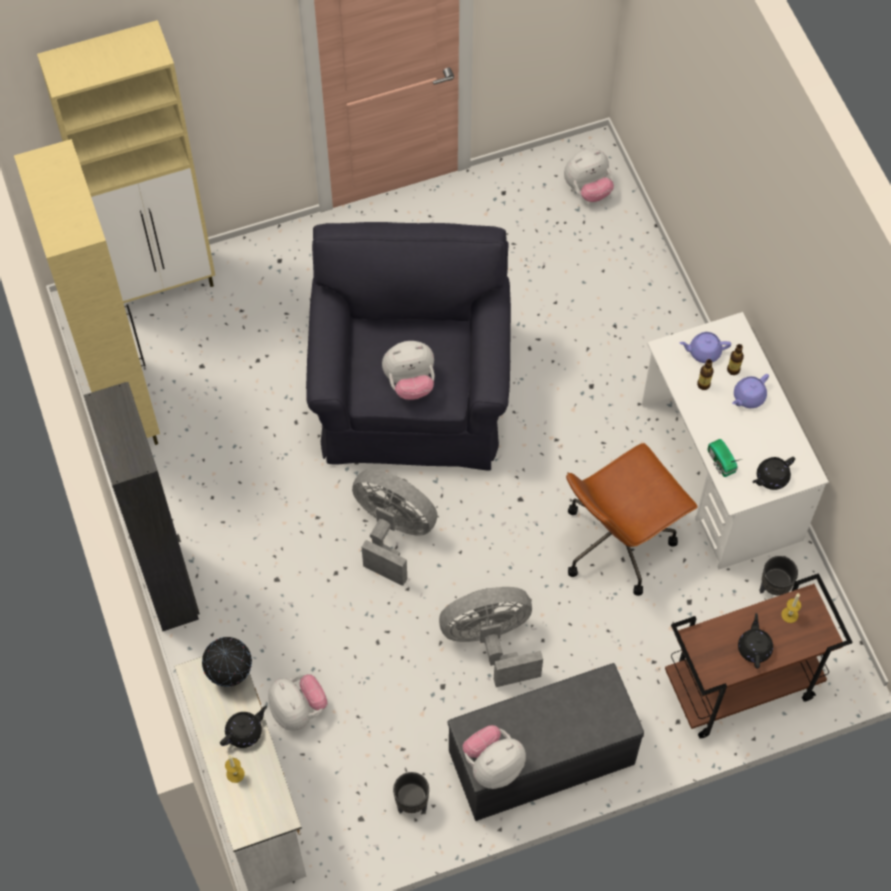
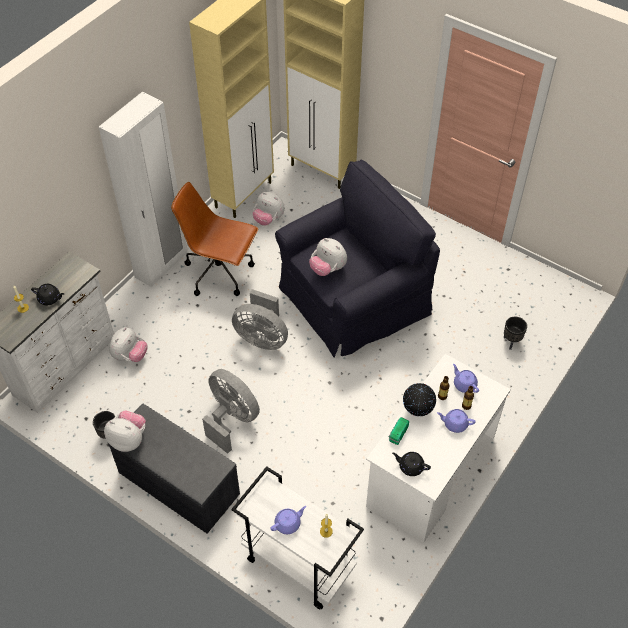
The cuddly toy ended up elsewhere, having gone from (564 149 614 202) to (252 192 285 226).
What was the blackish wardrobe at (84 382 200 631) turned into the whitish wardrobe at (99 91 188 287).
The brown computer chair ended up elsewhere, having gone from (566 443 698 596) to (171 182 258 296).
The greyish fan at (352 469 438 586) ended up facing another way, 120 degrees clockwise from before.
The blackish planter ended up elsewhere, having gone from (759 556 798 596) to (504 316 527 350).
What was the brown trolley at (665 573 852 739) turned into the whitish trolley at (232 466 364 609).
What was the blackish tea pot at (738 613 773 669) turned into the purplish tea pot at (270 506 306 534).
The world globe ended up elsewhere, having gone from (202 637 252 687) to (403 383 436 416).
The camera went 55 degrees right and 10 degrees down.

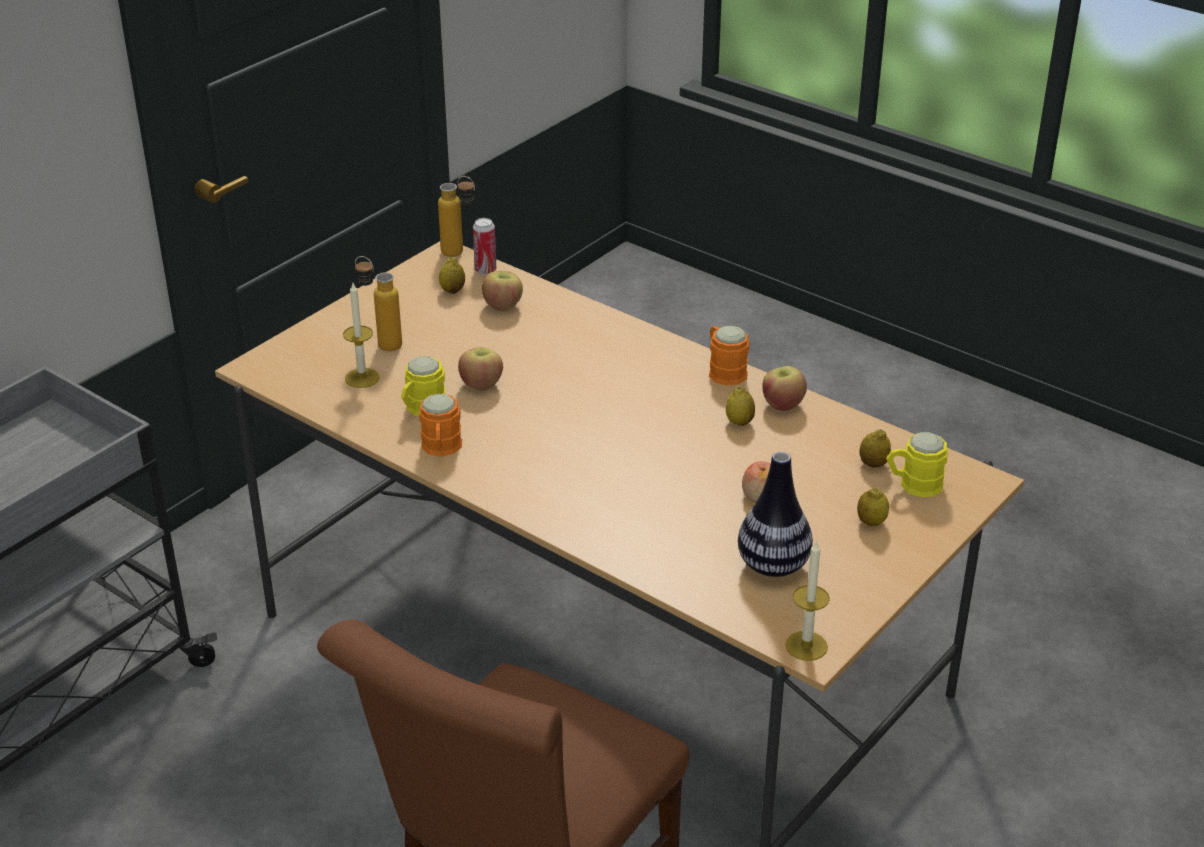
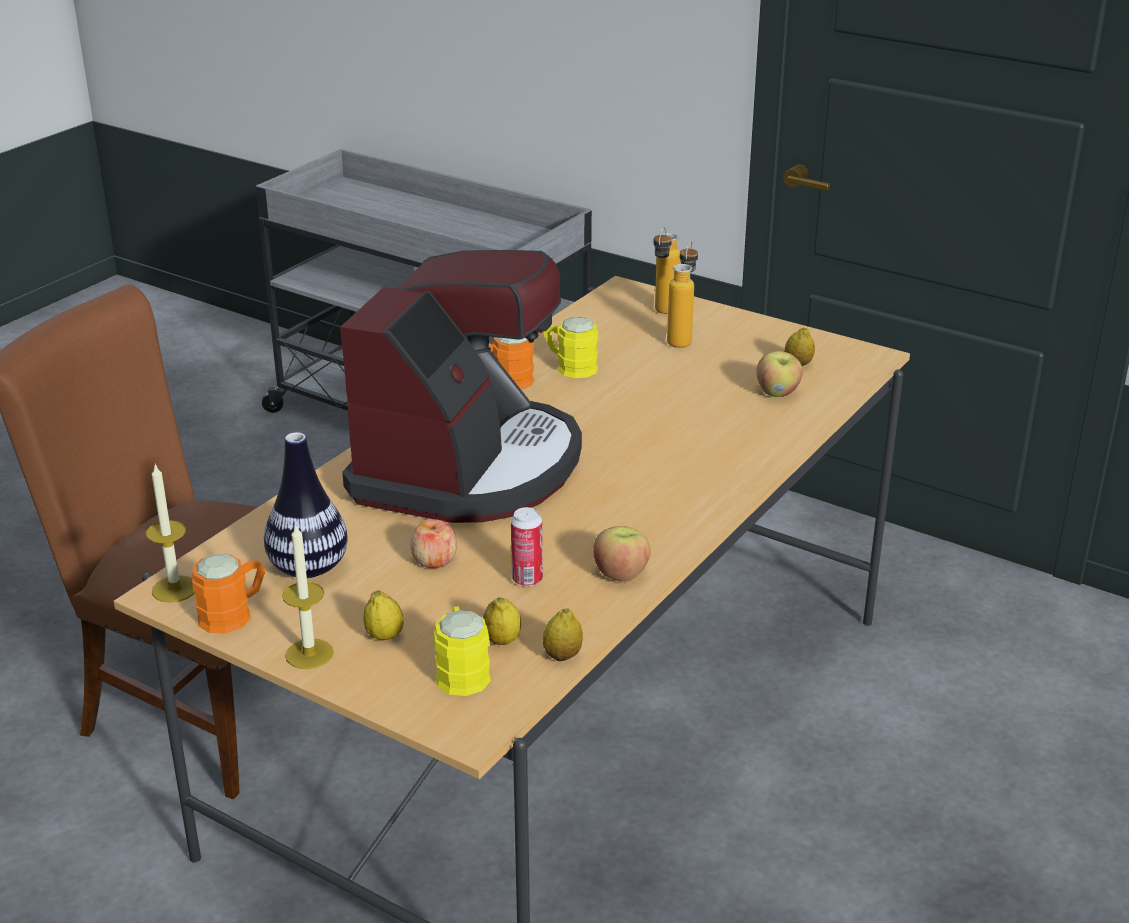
The bottle ended up elsewhere, having gone from (438 176 475 257) to (653 227 681 314).
The can ended up elsewhere, having gone from (473 218 496 274) to (511 507 543 586).
The wax light ended up elsewhere, having gone from (343 283 380 388) to (282 523 334 669).
The orangey tea mug ended up elsewhere, having gone from (709 326 749 386) to (192 554 266 634).
The second view lost the apple fruit at (458 347 503 390).
The lemon ended up elsewhere, having gone from (726 386 755 426) to (543 608 583 661).
The second view gained the coffee brewer at (340 250 582 523).
The camera went 85 degrees right and 5 degrees down.

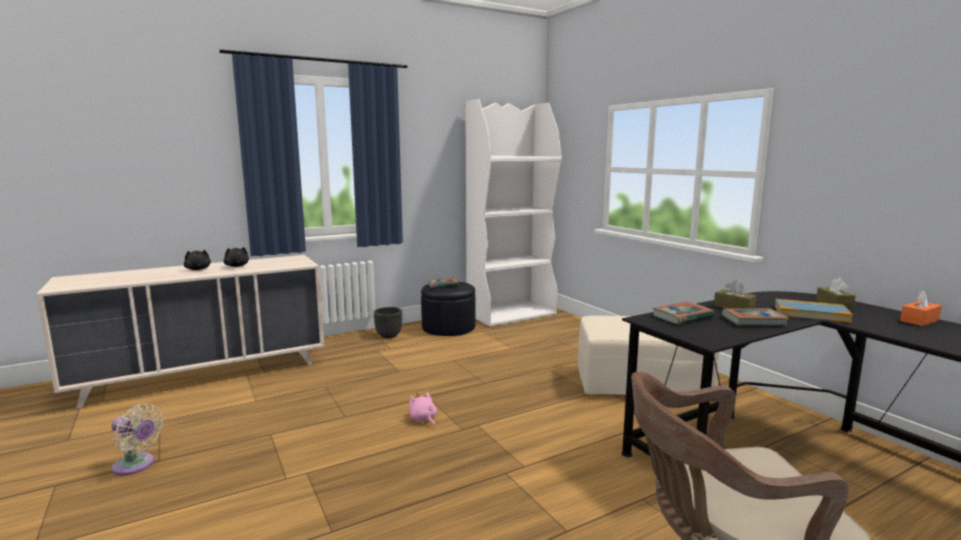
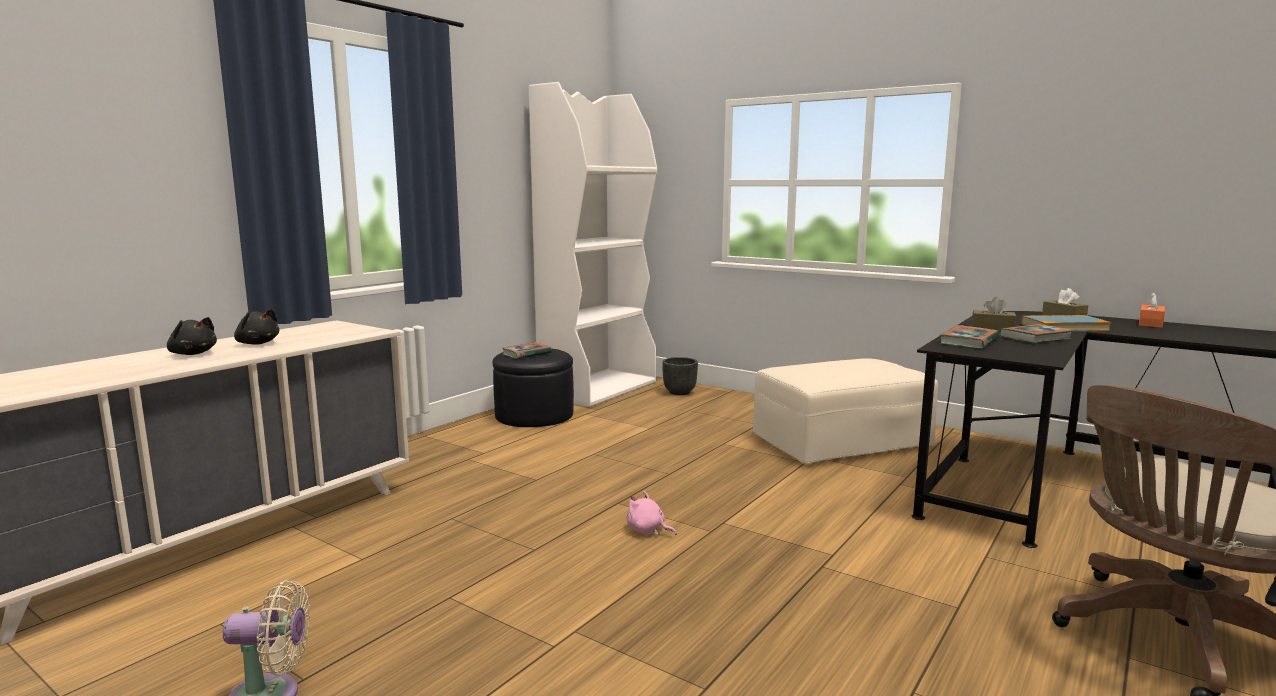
The blackish planter ended up elsewhere, having gone from (374 307 402 338) to (662 357 698 395).
The camera went 25 degrees left and 0 degrees up.

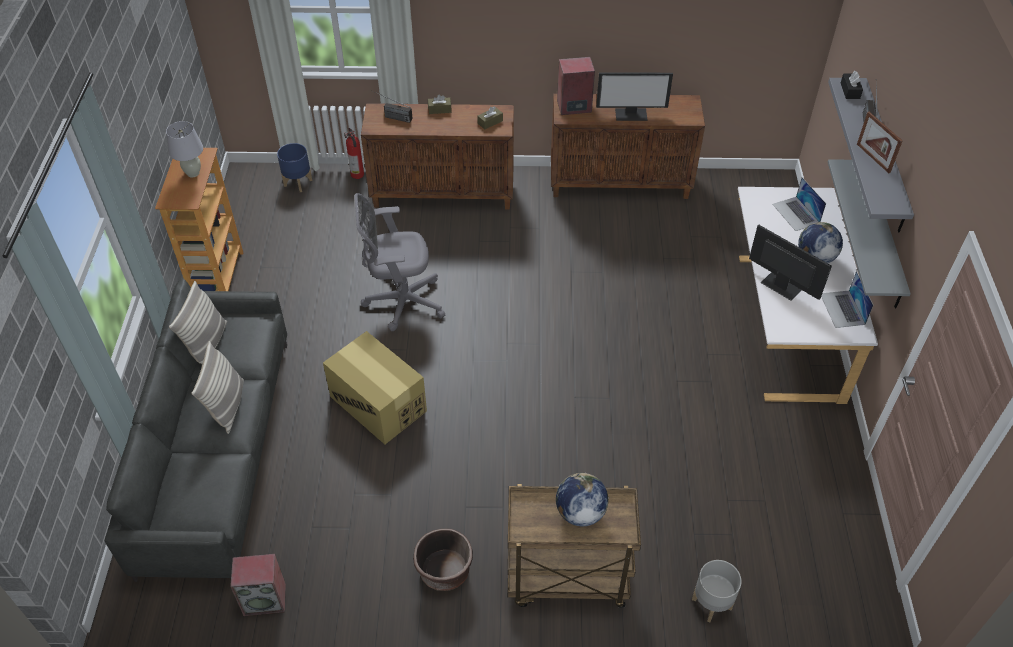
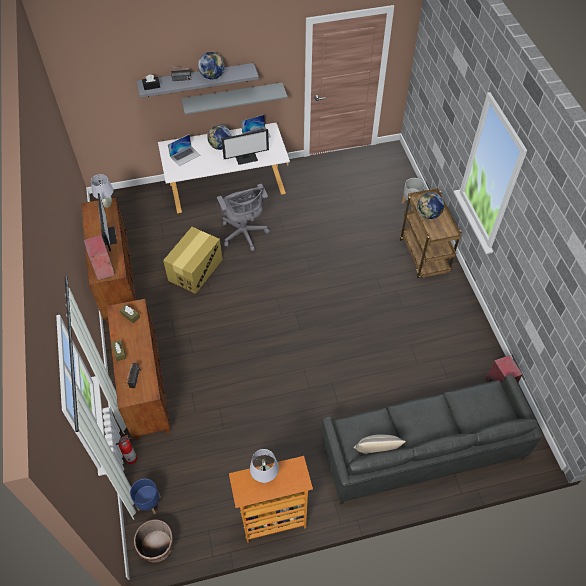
Where the standing frame stood at (857 112 902 173), the world globe came to stand at (198 52 225 79).
The greyish computer chair ended up elsewhere, having gone from (355 193 445 331) to (217 184 270 252).
The computer screen at (749 225 832 301) ended up facing another way, 135 degrees counterclockwise from before.
The carton ended up elsewhere, having gone from (323 331 427 444) to (163 227 223 294).
The second view lost the pillow at (191 341 244 434).
The brown planter ended up elsewhere, having gone from (413 529 473 591) to (134 519 173 563).
The second view gained the whitish lamp for a table at (91 174 114 207).
The camera went 105 degrees left and 5 degrees up.

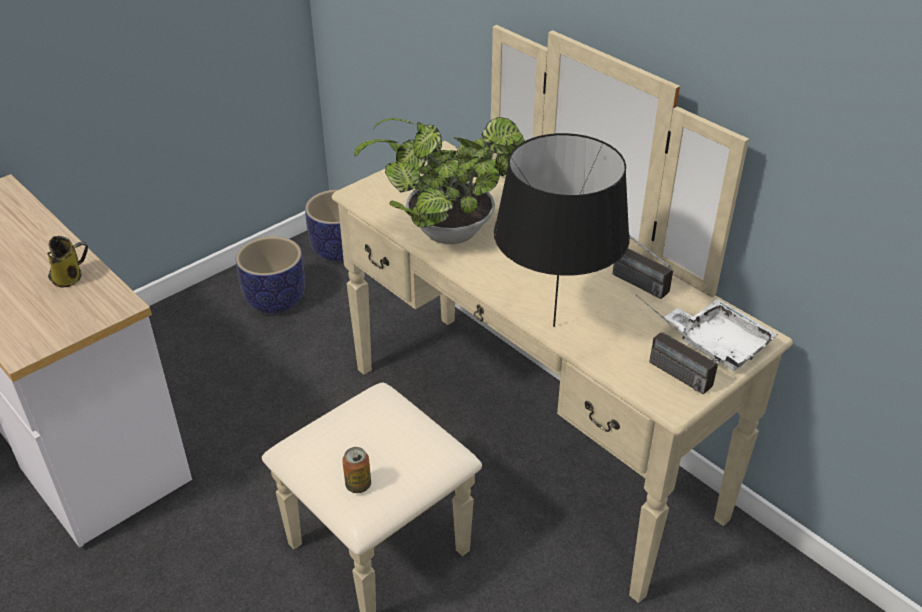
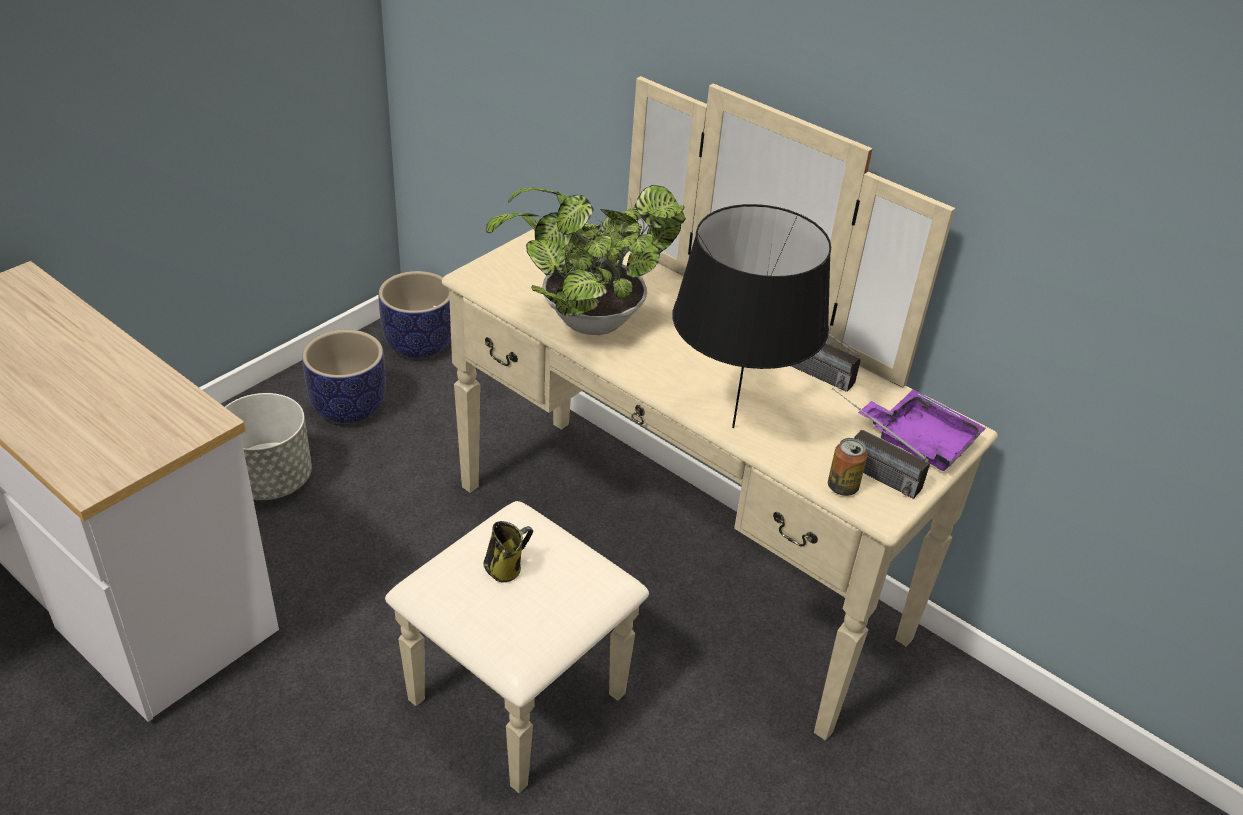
The tea mug ended up elsewhere, having gone from (47 236 88 288) to (484 521 533 583).
What was the whitish serving tray at (664 299 778 371) turned into the purplish serving tray at (858 389 986 471).
The can ended up elsewhere, having gone from (342 447 371 493) to (828 438 867 496).
The second view gained the greyish planter at (225 393 312 500).
The camera went 10 degrees left and 0 degrees up.

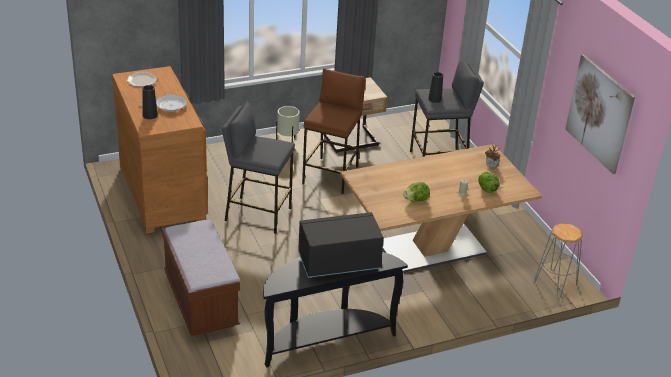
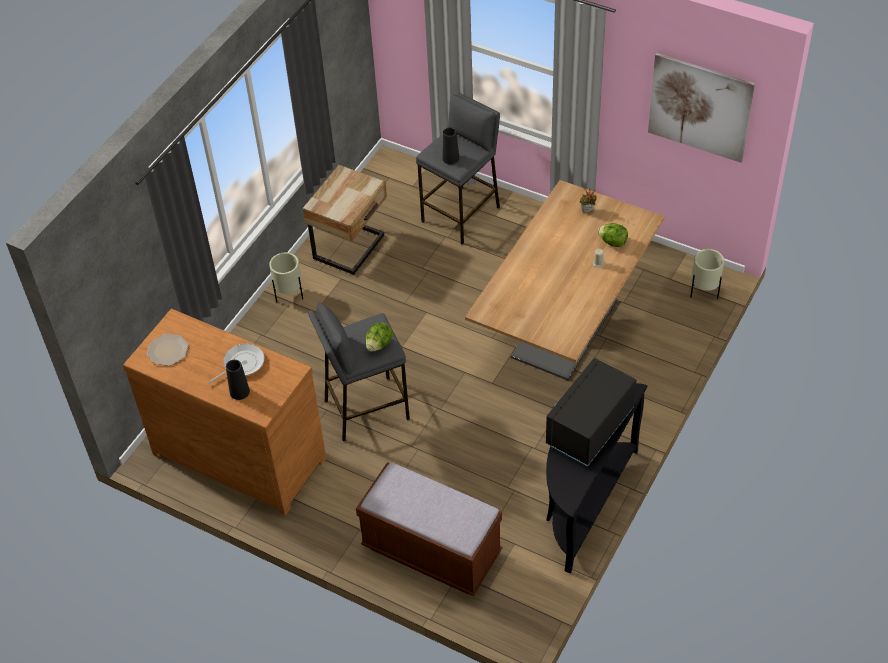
The second view lost the brown sitting stool at (302 68 366 194).
The lettuce head ended up elsewhere, having gone from (403 182 430 202) to (366 322 393 352).
Where the greyish sitting stool stood at (533 224 583 299), the beige-coloured planter came to stand at (690 249 724 299).
The camera went 35 degrees left and 15 degrees up.

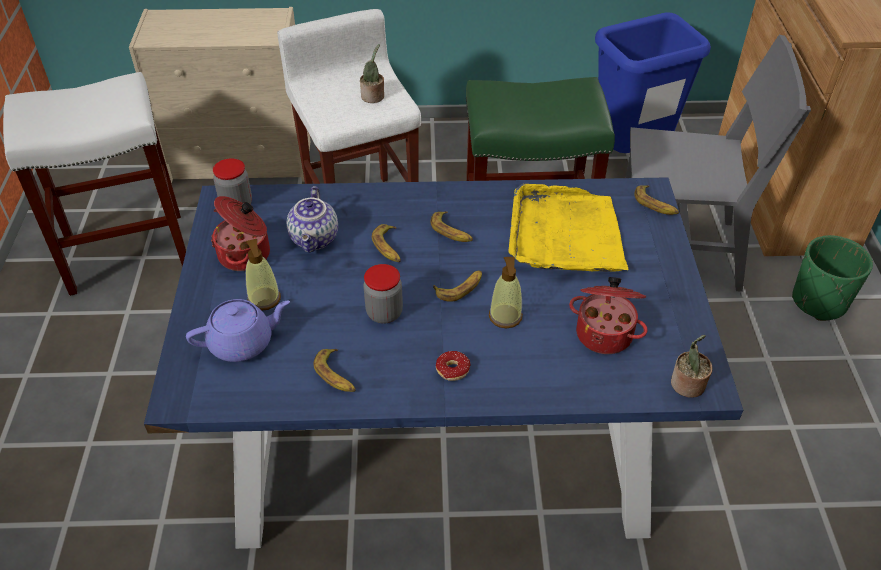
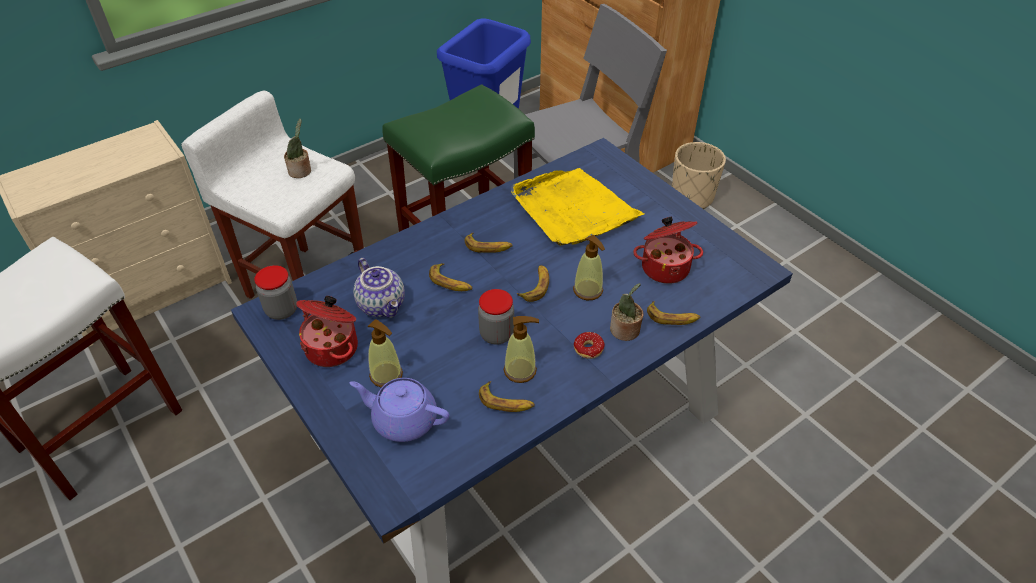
The whole banana ended up elsewhere, having gone from (634 185 679 215) to (647 301 700 325).
What was the greenish planter at (792 235 873 321) turned into the beige-coloured planter at (672 142 726 209).
The purplish tea pot at (186 299 290 362) ended up facing another way, 105 degrees counterclockwise from before.
The houseplant ended up elsewhere, having gone from (671 335 713 398) to (610 283 643 341).
The second view gained the liquid soap bottle at (504 316 539 383).
The camera went 35 degrees left and 0 degrees up.

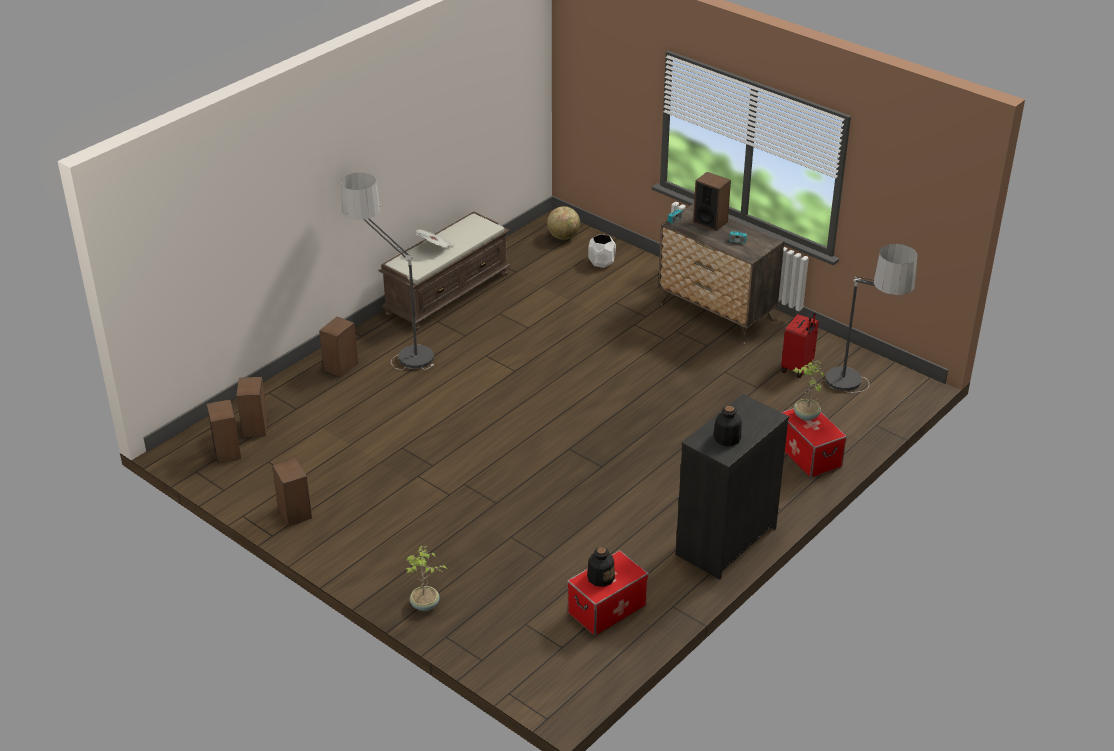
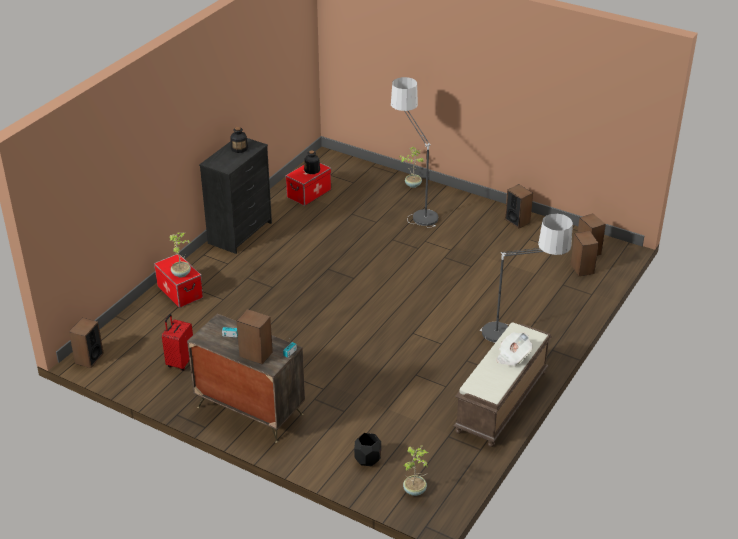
Where the world globe stood at (547 206 580 240), the houseplant came to stand at (403 446 428 496).
What was the whitish planter at (588 234 616 268) turned into the blackish planter at (354 433 381 466).
The floor lamp ended up elsewhere, having gone from (825 244 918 393) to (391 77 438 228).
The speaker ended up elsewhere, having gone from (319 317 358 377) to (69 318 104 368).
The camera went 170 degrees right and 0 degrees up.

